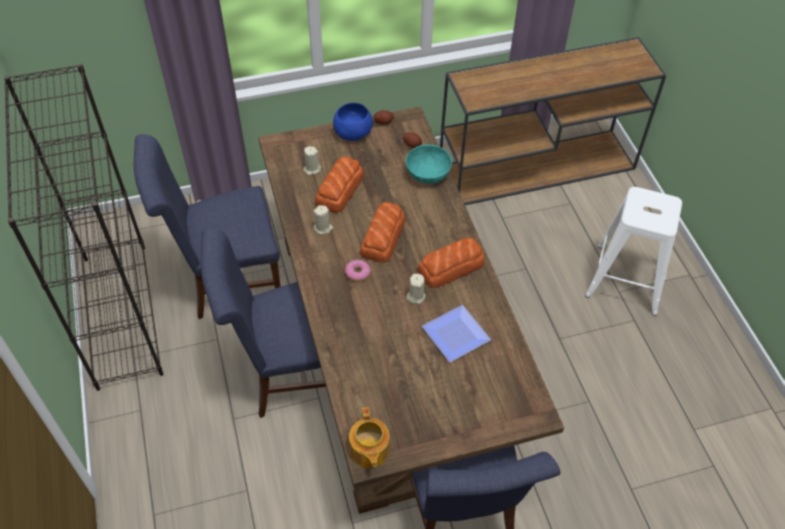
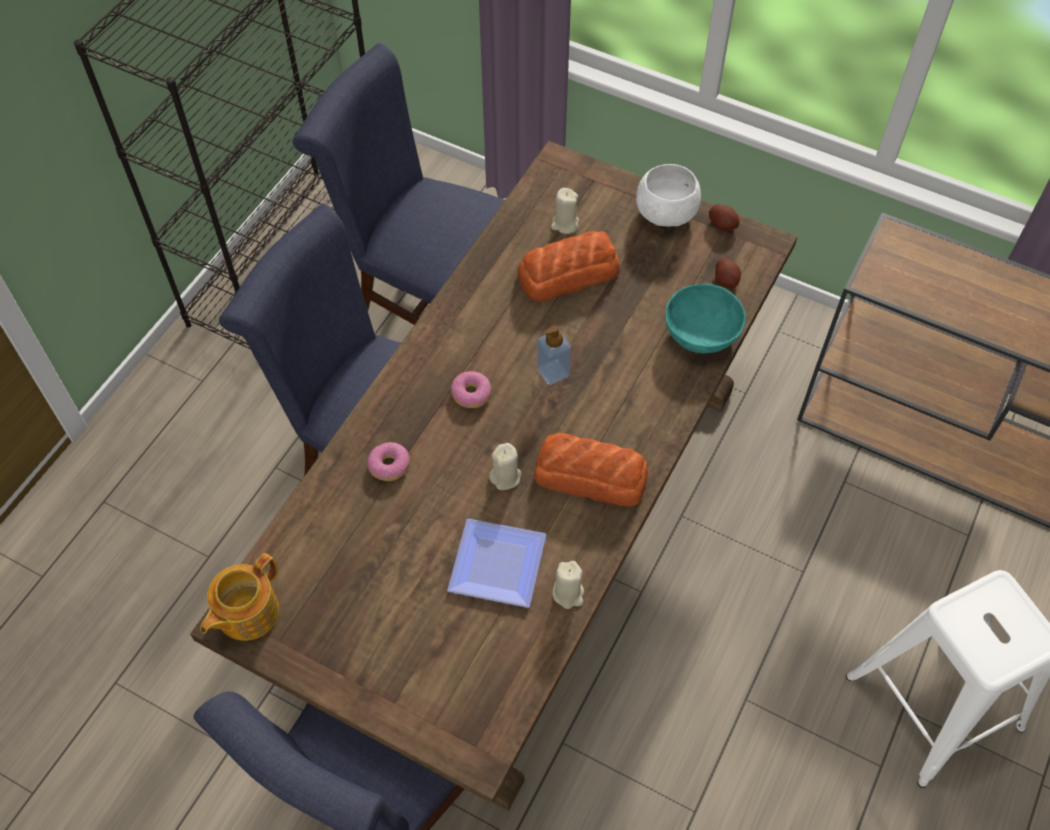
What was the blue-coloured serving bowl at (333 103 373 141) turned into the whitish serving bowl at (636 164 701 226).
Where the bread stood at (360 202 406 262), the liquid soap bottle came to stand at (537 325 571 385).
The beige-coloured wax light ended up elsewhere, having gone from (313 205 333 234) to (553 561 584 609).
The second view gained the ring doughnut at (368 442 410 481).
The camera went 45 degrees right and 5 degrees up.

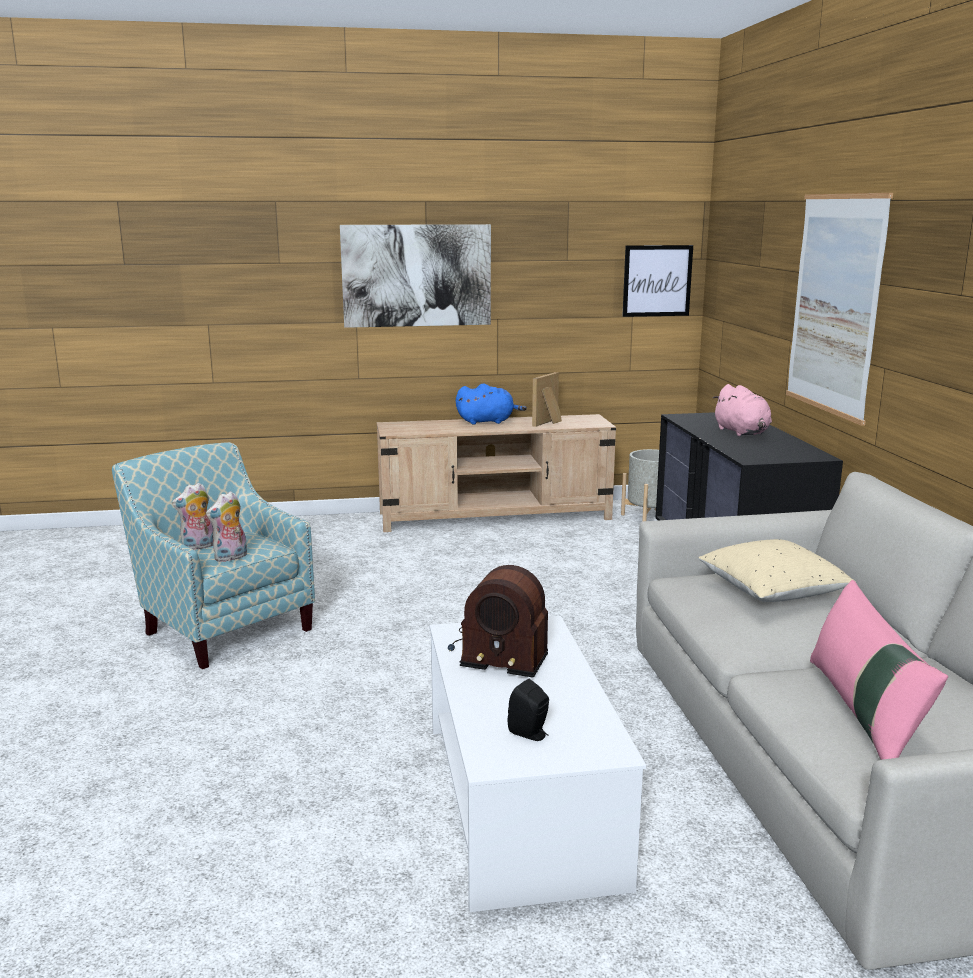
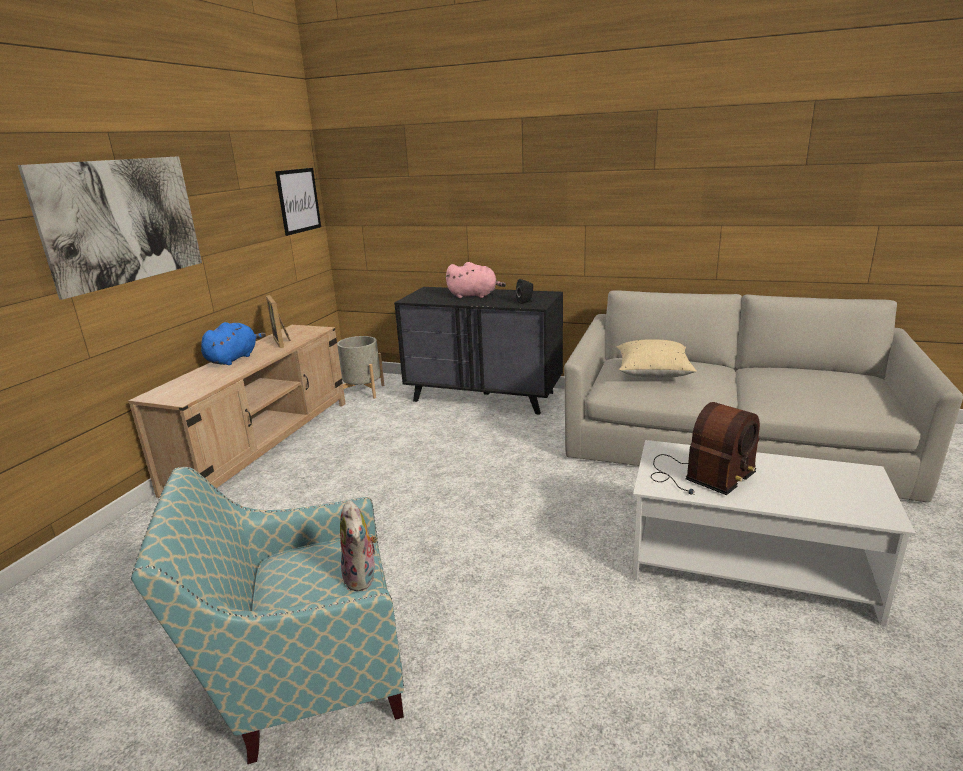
The second view lost the picture at (786 193 893 426).
The second view lost the cuddly toy at (172 483 213 550).
The second view lost the pink-coloured pillow at (810 580 948 760).
The blackish speaker ended up elsewhere, having gone from (508 679 549 741) to (516 279 533 304).
The camera went 60 degrees left and 5 degrees up.

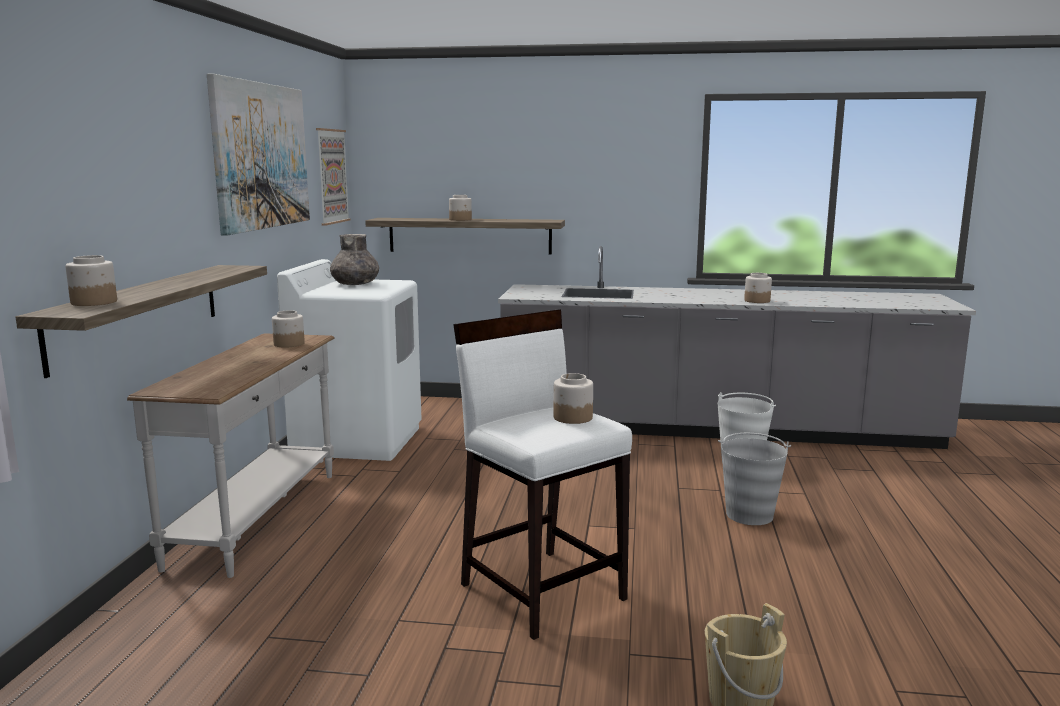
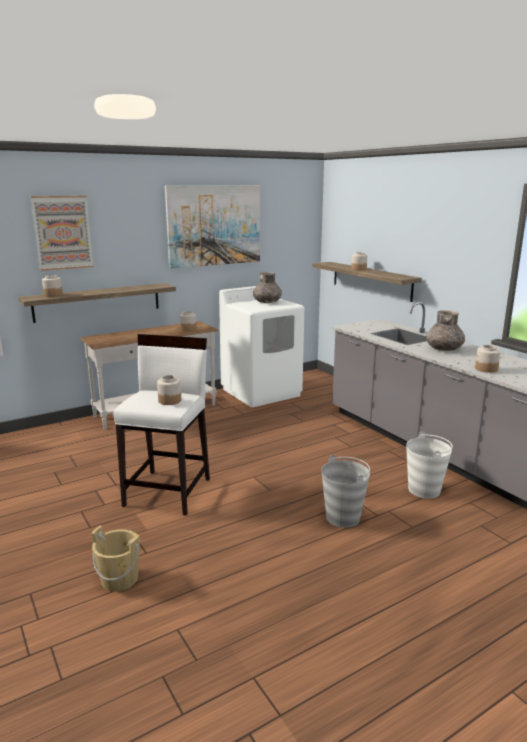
The picture ended up elsewhere, having gone from (316 128 350 226) to (30 196 93 271).
The second view gained the greyish flower vase at (426 310 465 351).
The camera went 50 degrees right and 5 degrees up.

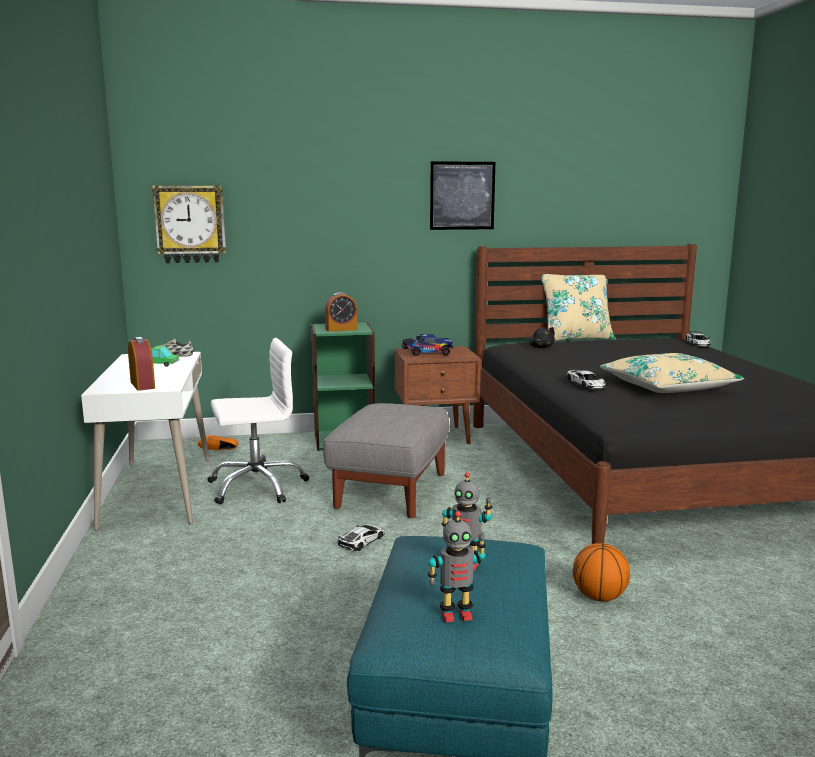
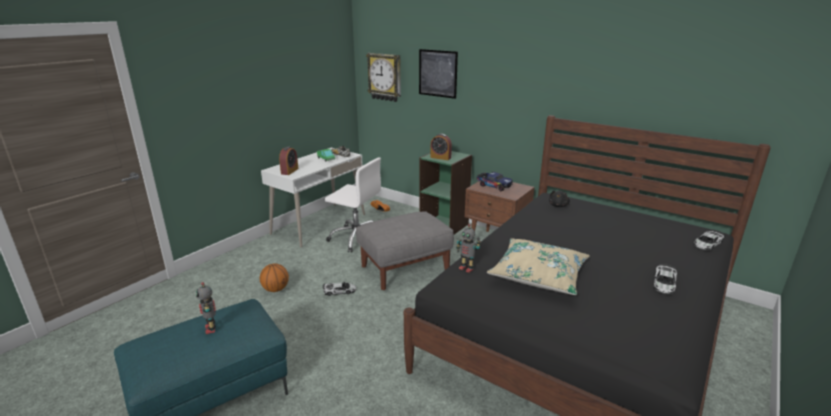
The picture ended up elsewhere, having gone from (430 161 495 230) to (419 49 458 99).
The second view lost the beige-coloured pillow at (542 274 615 341).
The model car ended up elsewhere, having gone from (567 367 606 390) to (653 264 678 295).
The model robot ended up elsewhere, having gone from (428 511 486 622) to (456 224 481 273).
The basketball ended up elsewhere, having gone from (573 543 630 602) to (260 263 289 292).
The camera went 45 degrees right and 10 degrees up.

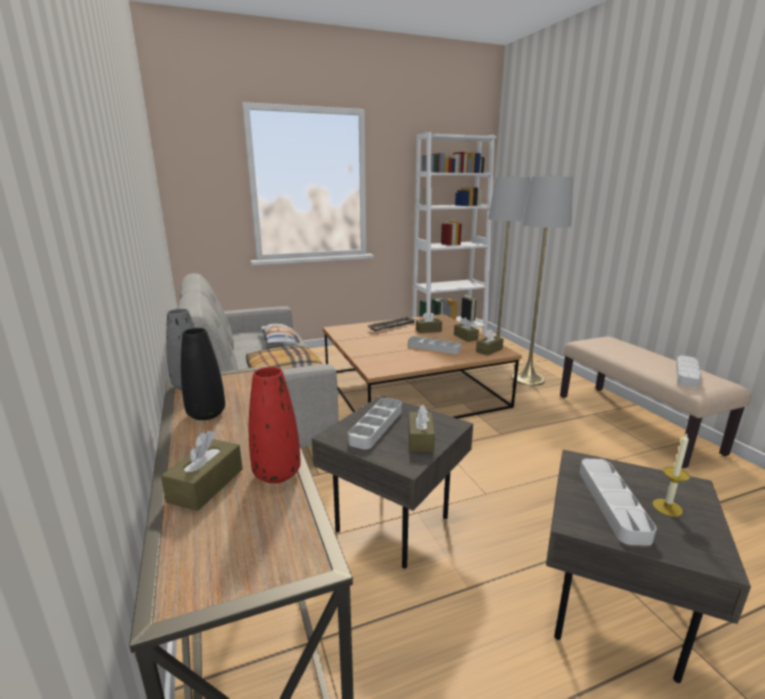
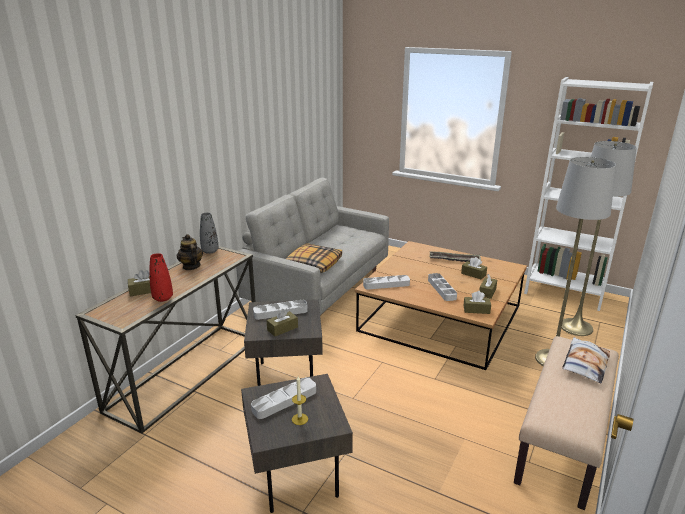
The pillow ended up elsewhere, having gone from (261 323 300 344) to (562 337 610 383).
Where the blackish flower vase stood at (181 328 225 420), the tea pot came to stand at (177 234 203 270).
The greyish serving tray ended up elsewhere, having gone from (676 355 701 387) to (363 275 410 290).
The camera went 50 degrees right and 5 degrees up.

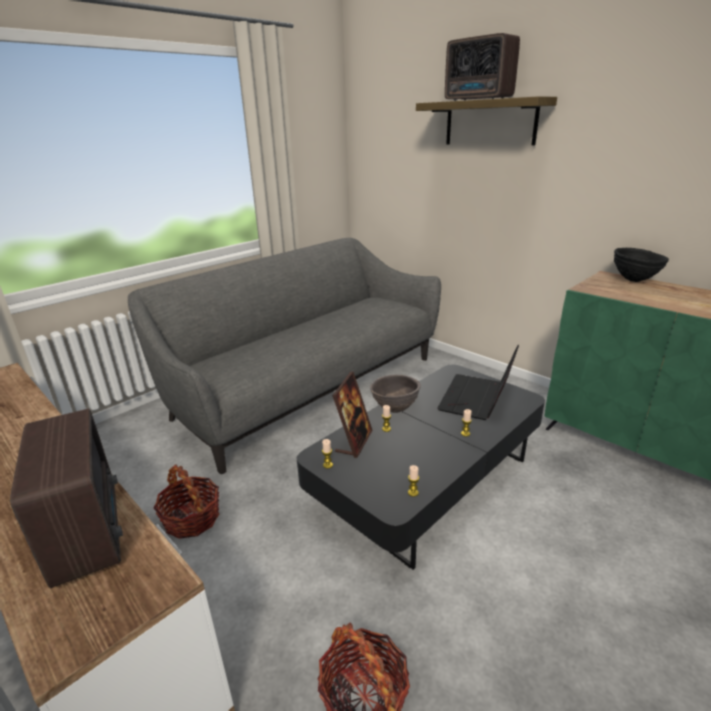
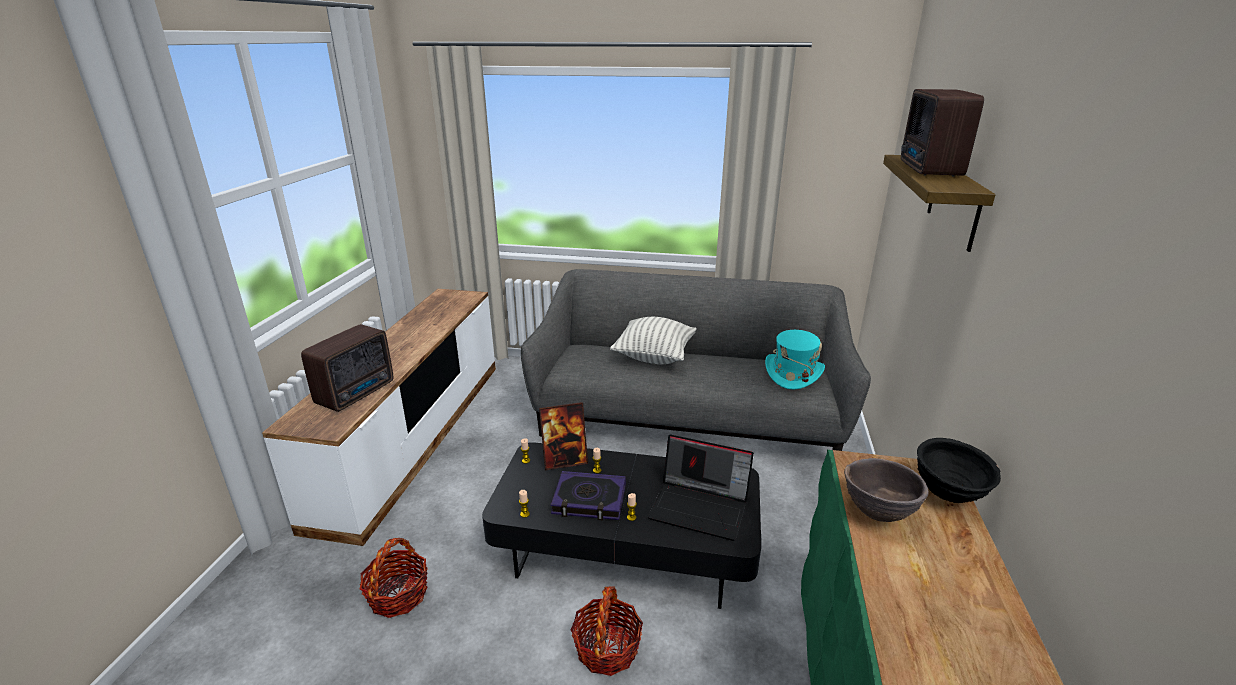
The notebook computer at (437 345 519 420) ended up facing another way, 150 degrees counterclockwise from before.
The brown serving bowl ended up elsewhere, having gone from (370 375 421 413) to (844 458 929 522).
The household basket ended up elsewhere, having gone from (153 464 219 539) to (571 586 643 676).
The second view gained the pillow at (610 317 697 364).
The second view gained the turquoise-coloured clothing hat at (765 330 825 390).
The second view gained the volume at (550 471 626 520).
The camera went 55 degrees right and 0 degrees up.

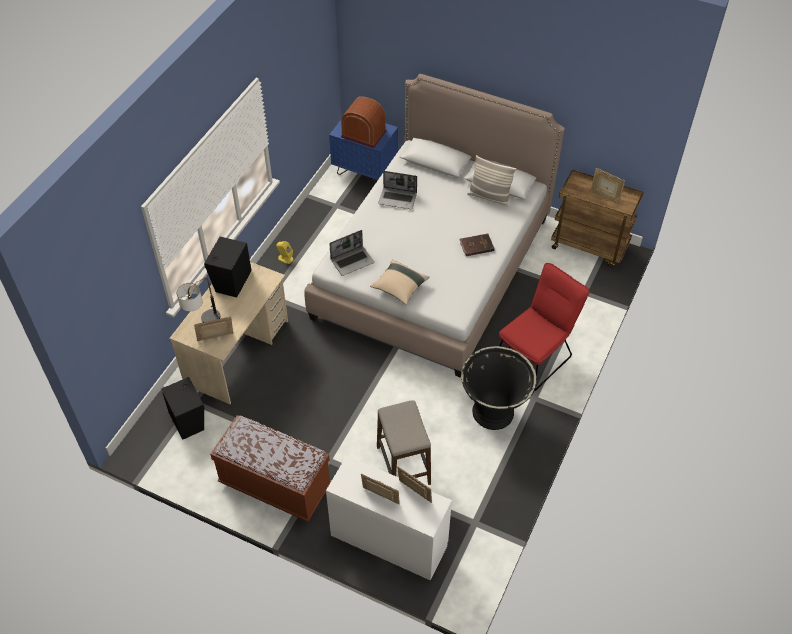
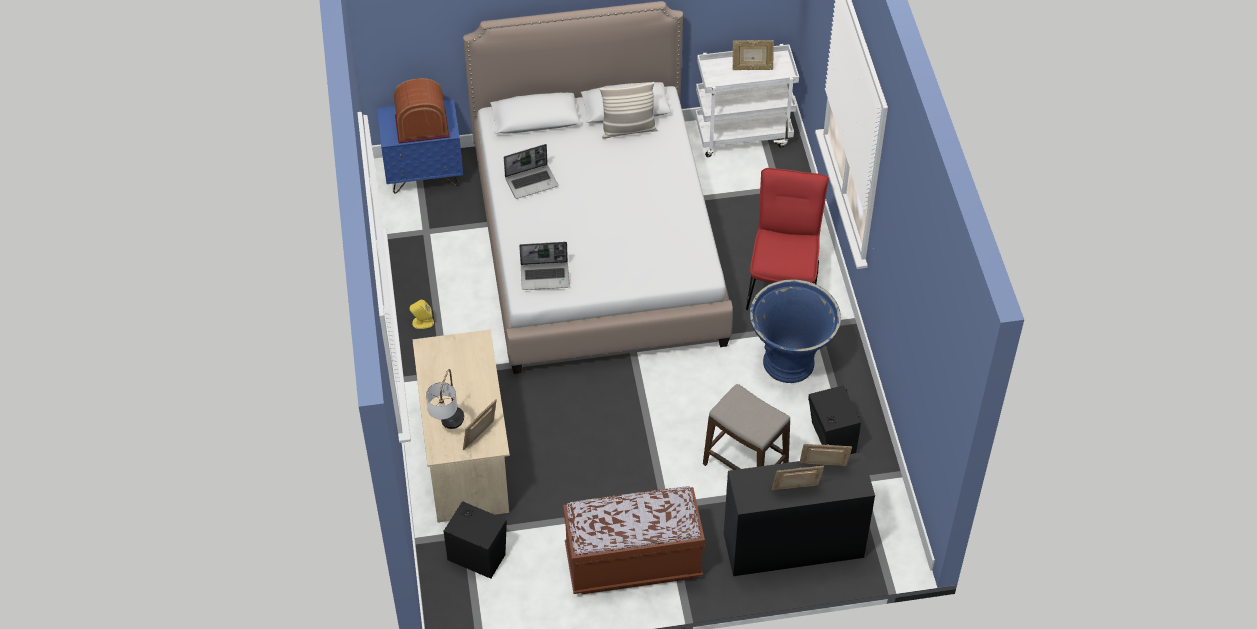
What was the brown trolley at (551 170 644 268) turned into the whitish trolley at (695 44 799 157).
The notebook computer at (329 230 374 276) ended up facing another way, 60 degrees clockwise from before.
The second view lost the brown volume at (459 234 495 256).
The blackish speaker ended up elsewhere, having gone from (204 237 252 298) to (808 385 861 454).
The second view lost the beige-coloured pillow at (370 259 430 305).
What was the blackish planter at (461 346 537 430) turned into the blue-coloured planter at (750 279 841 383).
What was the whitish desk table at (326 456 452 581) turned into the blackish desk table at (724 452 875 576).
The camera went 35 degrees left and 0 degrees up.

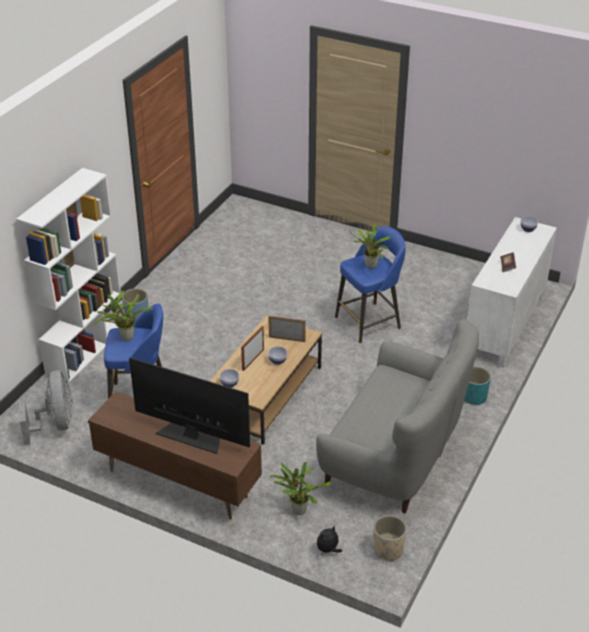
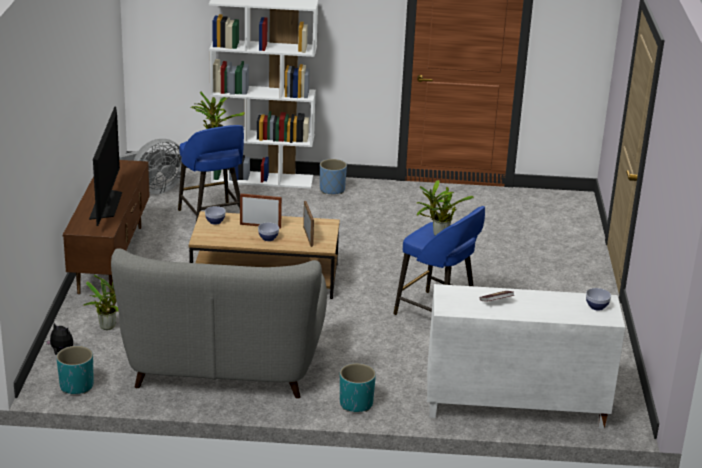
What was the beige-coloured planter at (373 515 407 561) turned into the turquoise-coloured planter at (56 346 94 394).
The camera went 65 degrees right and 10 degrees down.

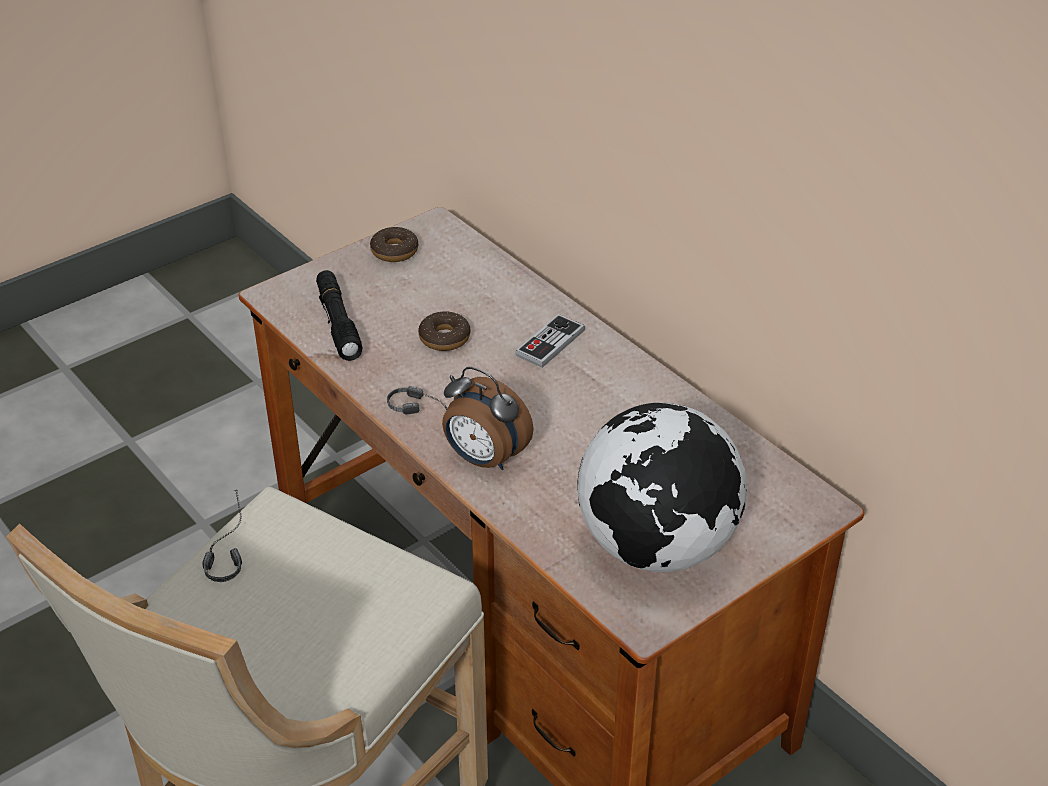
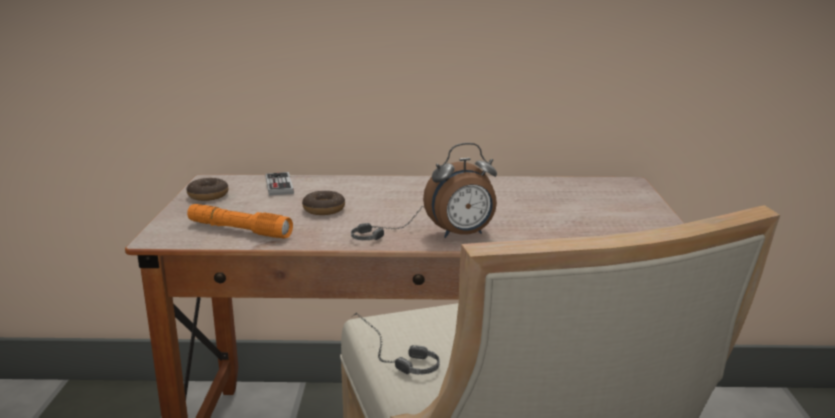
What was the blackish torch at (316 270 362 361) turned into the orangey torch at (187 204 293 239).
The joypad ended up elsewhere, having gone from (515 314 585 368) to (265 172 294 196).
The second view lost the world globe at (577 403 747 572).
The camera went 50 degrees left and 20 degrees down.

